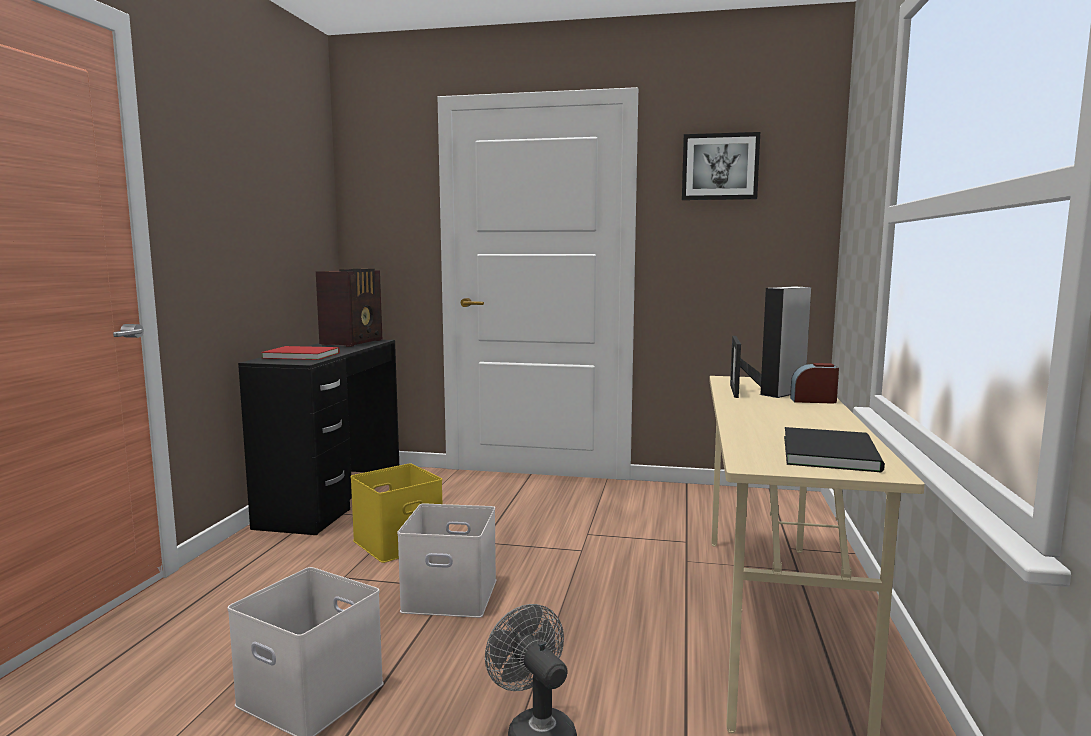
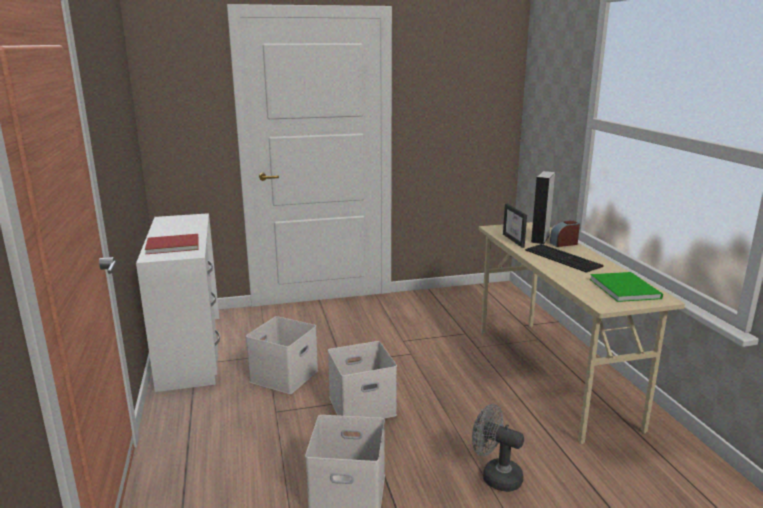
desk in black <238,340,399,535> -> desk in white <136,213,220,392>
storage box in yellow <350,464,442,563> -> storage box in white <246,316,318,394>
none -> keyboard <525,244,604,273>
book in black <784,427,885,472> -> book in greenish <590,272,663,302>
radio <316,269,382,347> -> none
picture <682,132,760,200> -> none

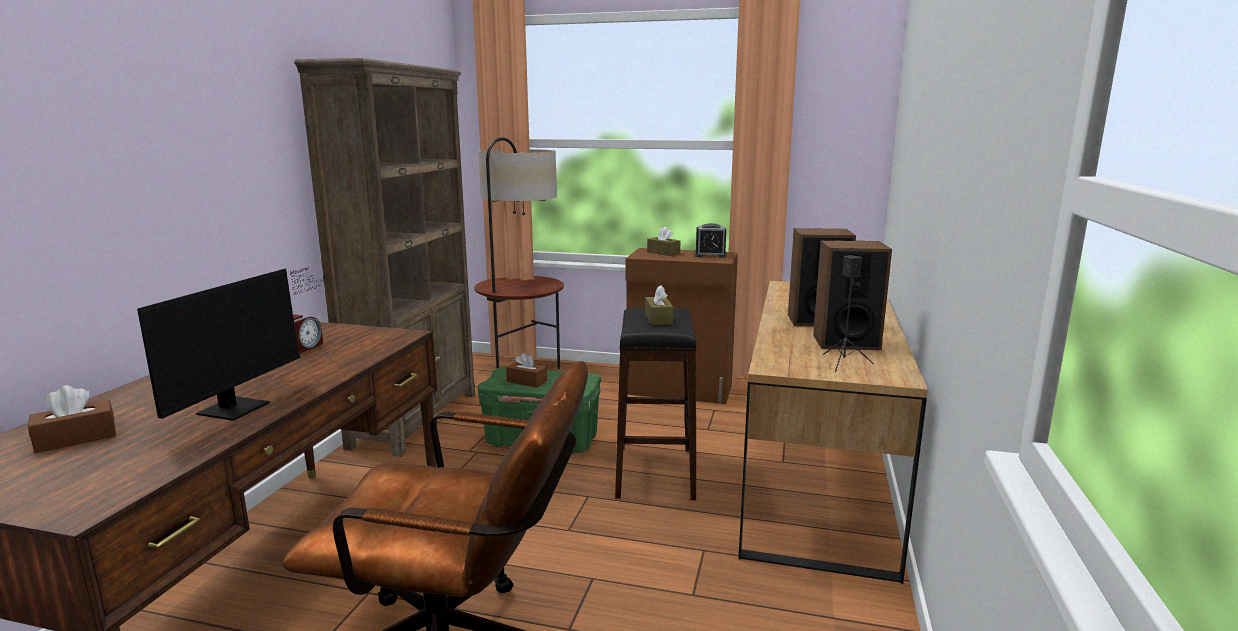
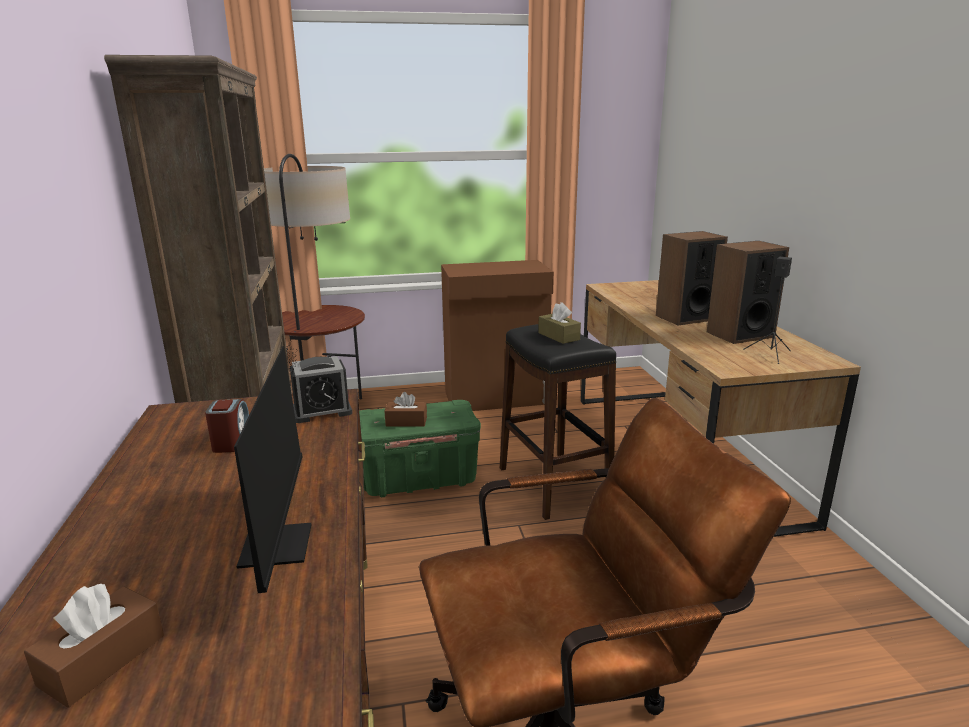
table clock <694,223,727,258> -> table clock <289,356,352,423>, moved
tissue box in brown <647,227,680,256> -> none

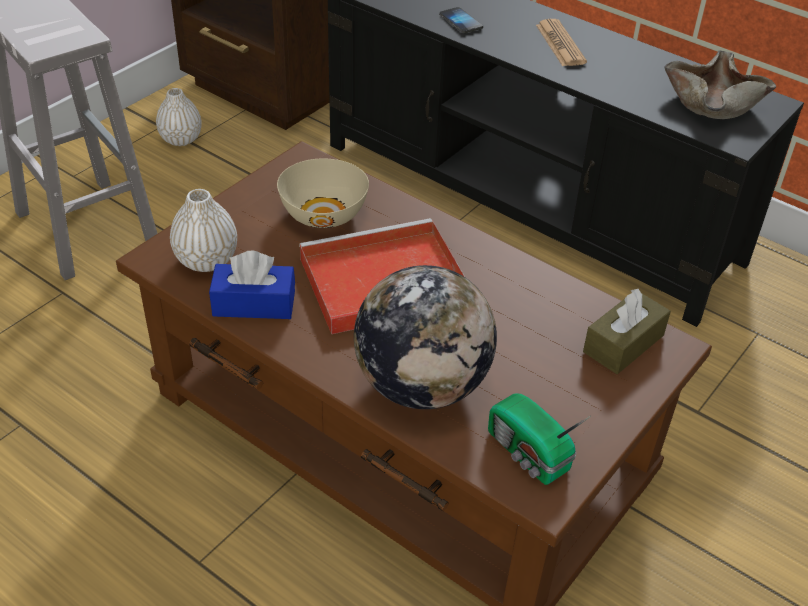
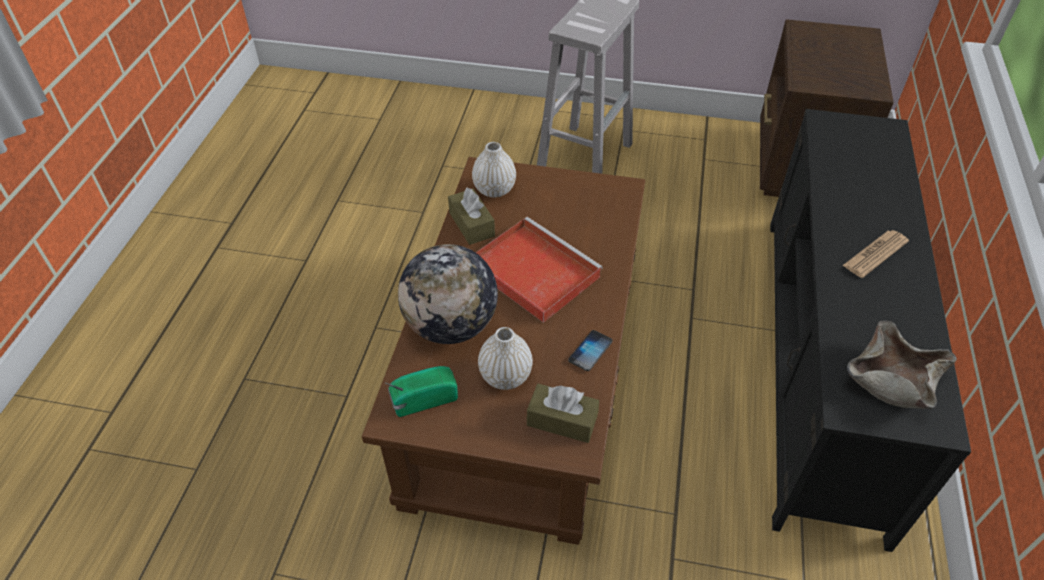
radio <488,394,591,485> -> radio <384,366,458,417>, 45 degrees clockwise
tissue box in blue <209,251,295,319> -> tissue box in brown <448,187,495,245>
decorative vase in white <156,88,202,146> -> decorative vase in white <478,327,533,390>, moved
handset <439,7,483,33> -> handset <568,330,613,371>, moved
deep dish in beige <277,159,369,228> -> none

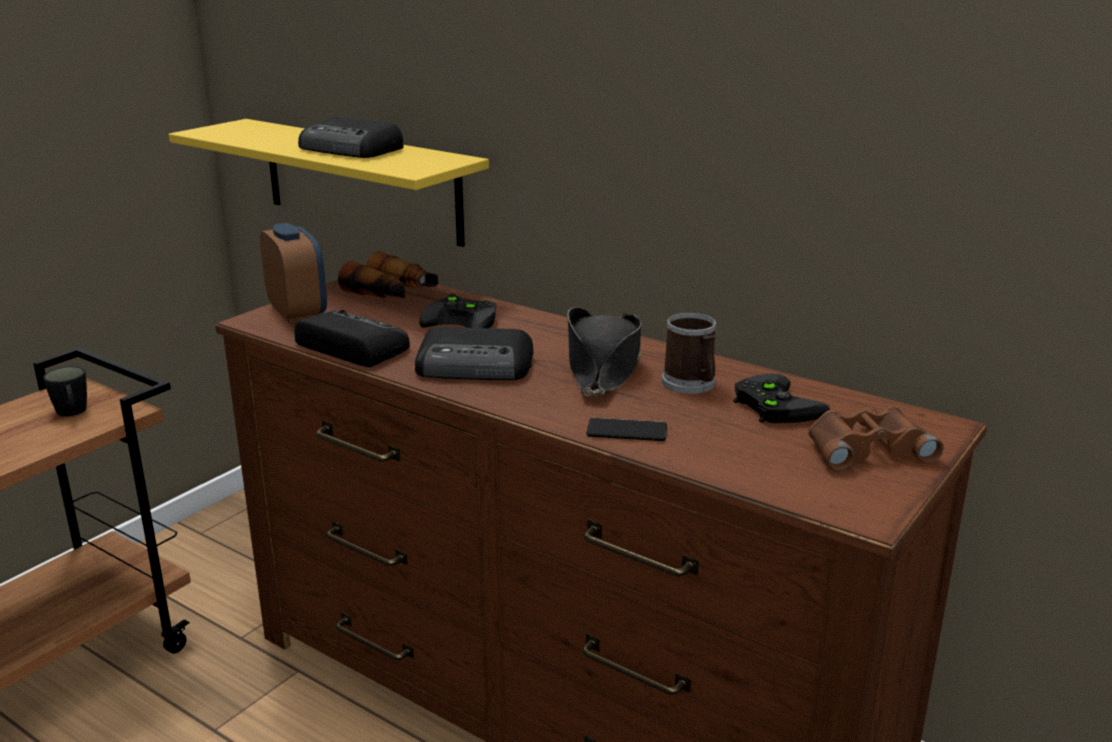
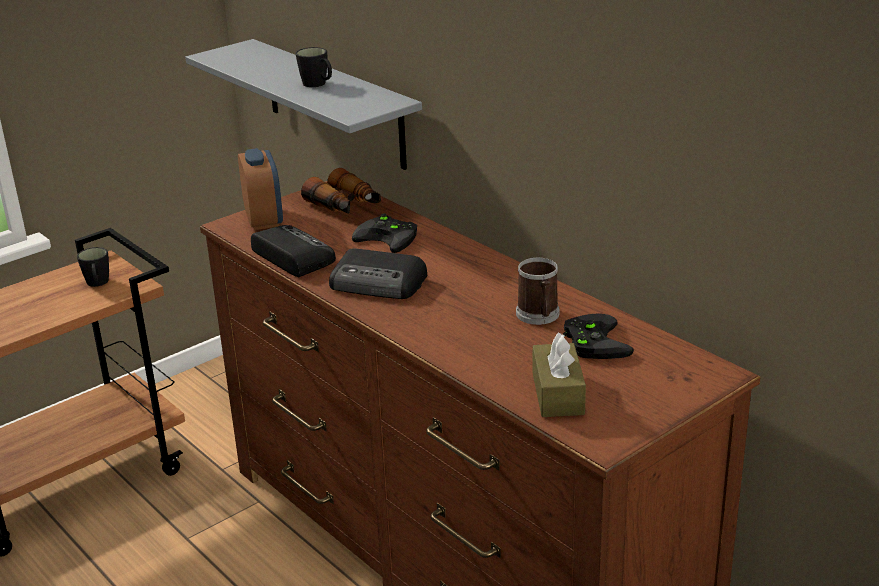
shelf in yellow <169,119,489,247> -> shelf in greyish <185,39,422,170>
radio <298,116,404,158> -> coffee mug in black <296,47,332,87>
none -> tissue box in brown <533,333,586,417>
wearable hat in black <568,307,642,396> -> none
handset <586,418,667,441> -> none
pair of binoculars in brown <808,406,944,471> -> none

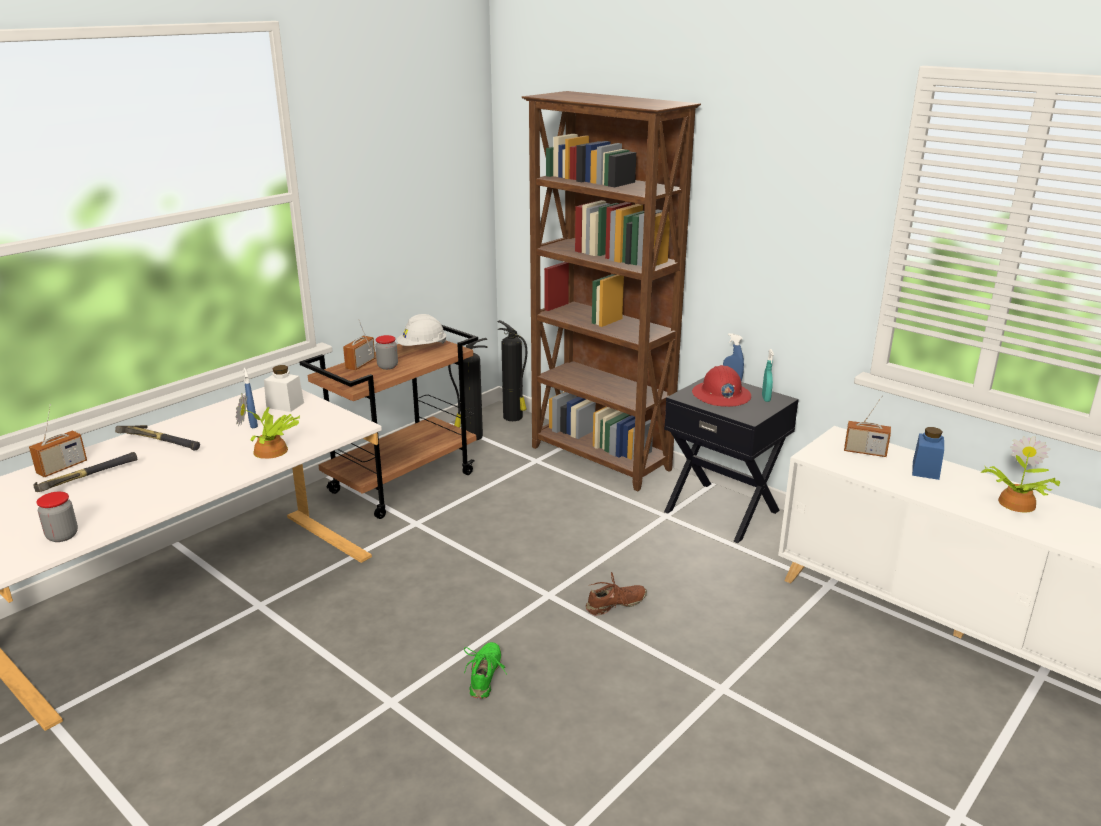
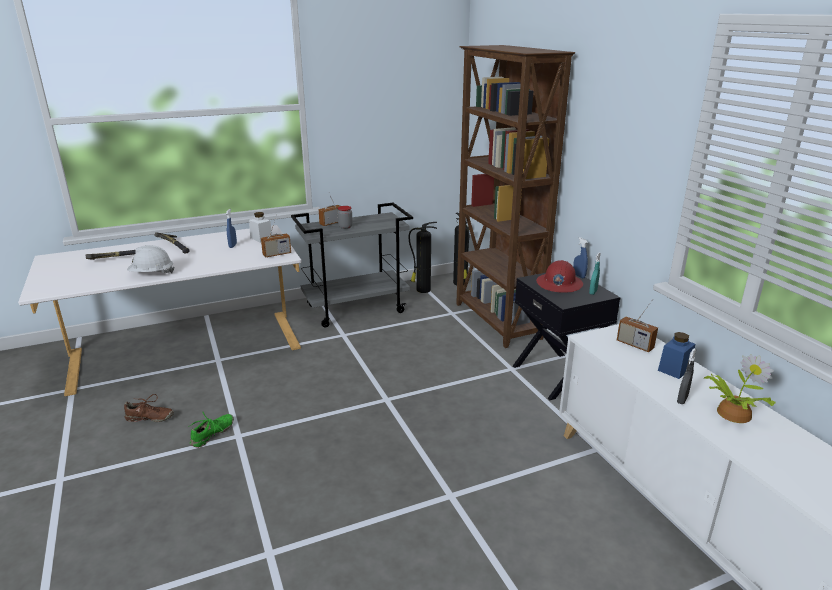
item of footwear in brown <586,572,647,615> -> item of footwear in brown <124,394,174,422>, moved
safety helmet in white <397,314,447,346> -> safety helmet in white <127,245,175,273>, moved
item of footwear in greenish <464,642,507,698> -> item of footwear in greenish <188,412,234,448>, moved
radio <29,404,87,477> -> radio <261,217,291,258>, moved
trolley in brown <300,325,478,519> -> trolley in greyish <291,203,413,328>
none -> hand sprayer in greyish <677,348,696,404>
storage jar <37,492,78,542> -> none
potted plant <235,393,300,459> -> none

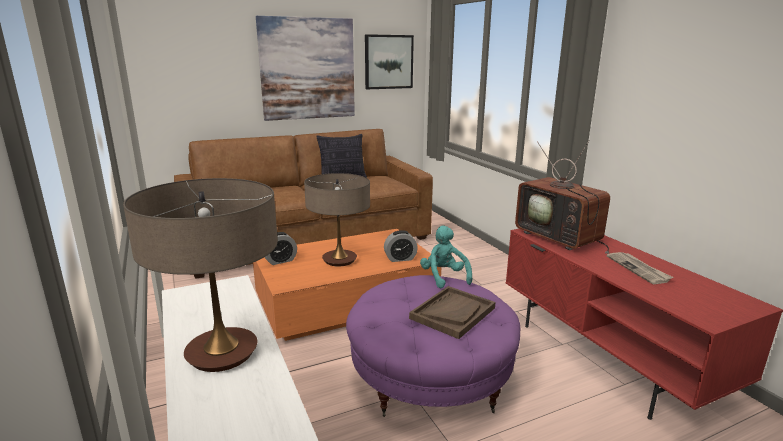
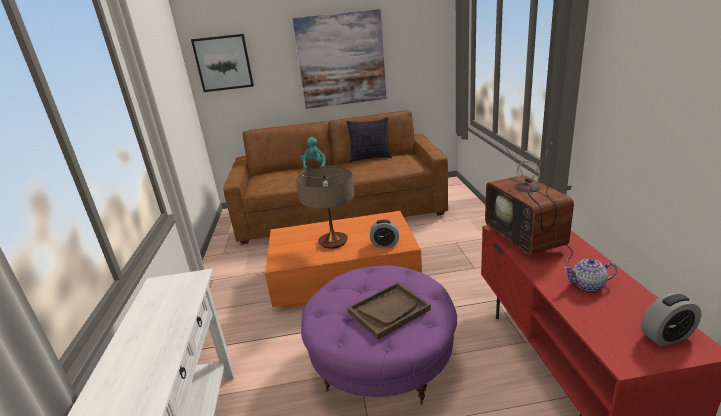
picture <365,34,414,89> -> picture <191,34,254,92>, moved
plush toy in turquoise-coloured <420,226,472,288> -> plush toy in turquoise-coloured <300,137,326,171>, moved
printed paper <607,252,673,284> -> tea pot <564,258,617,291>
table clock <265,232,297,265> -> table clock <641,293,702,346>, moved
tabletop lamp <123,178,278,372> -> none

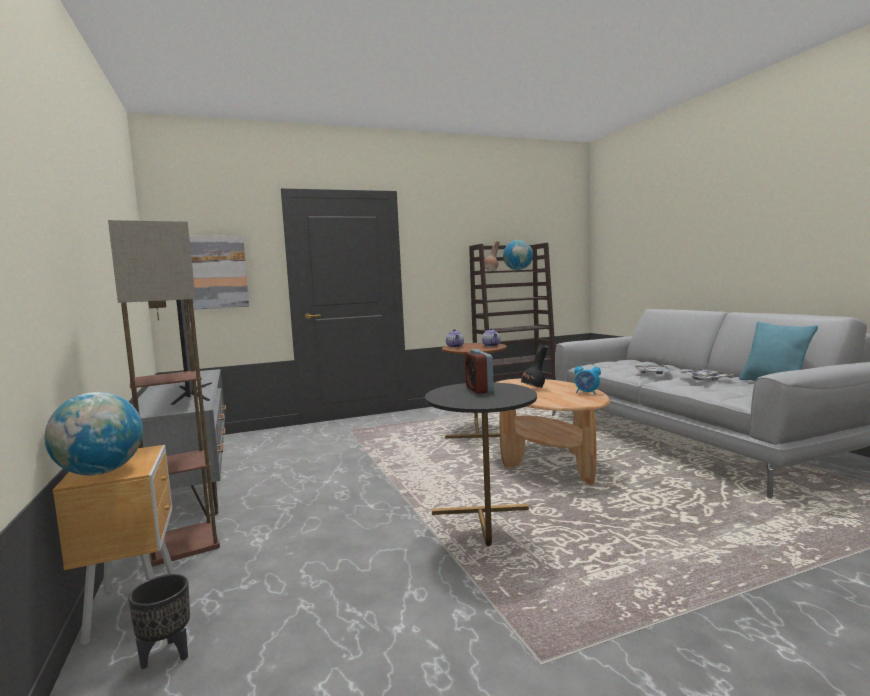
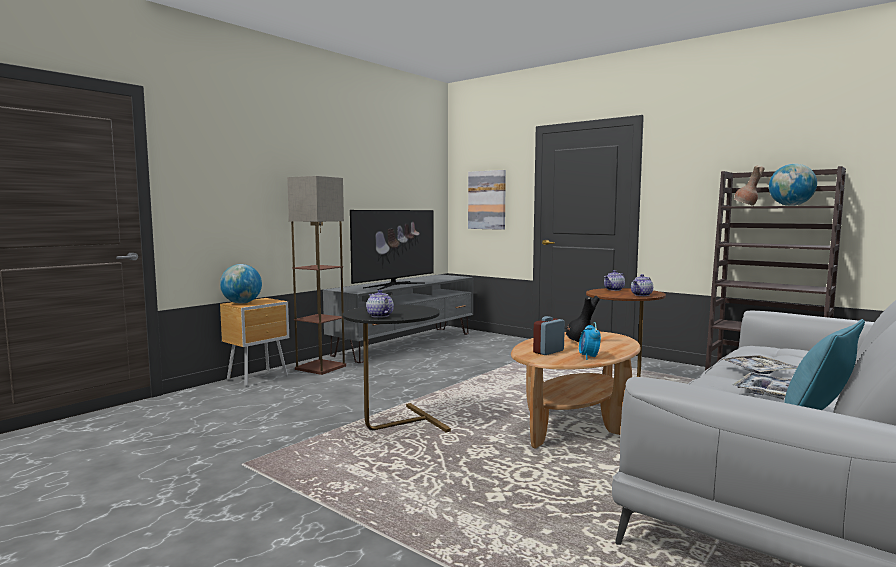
none -> tea pot <366,290,394,318>
table clock <465,349,494,394> -> table clock <533,316,565,355>, moved
flower pot in black <128,574,190,670> -> none

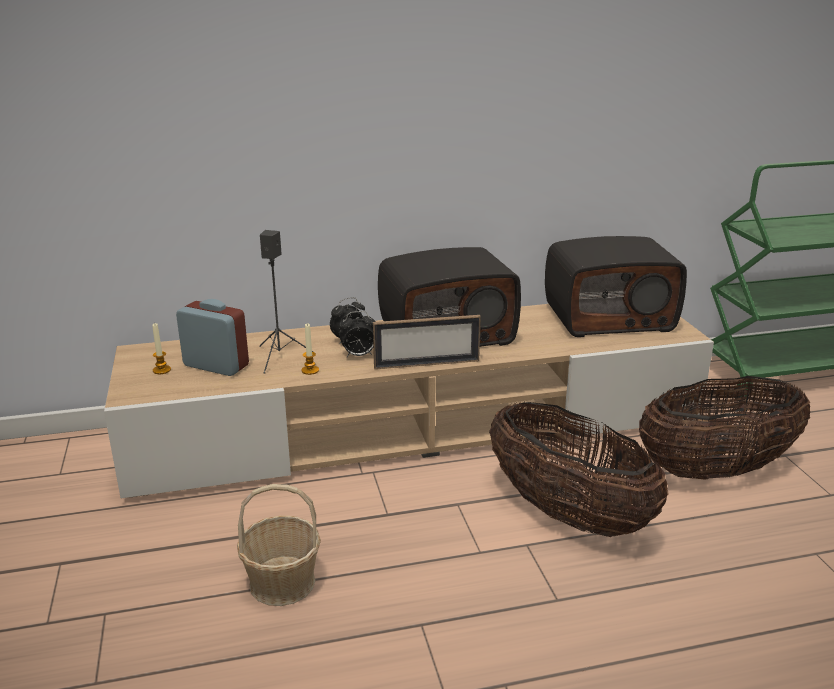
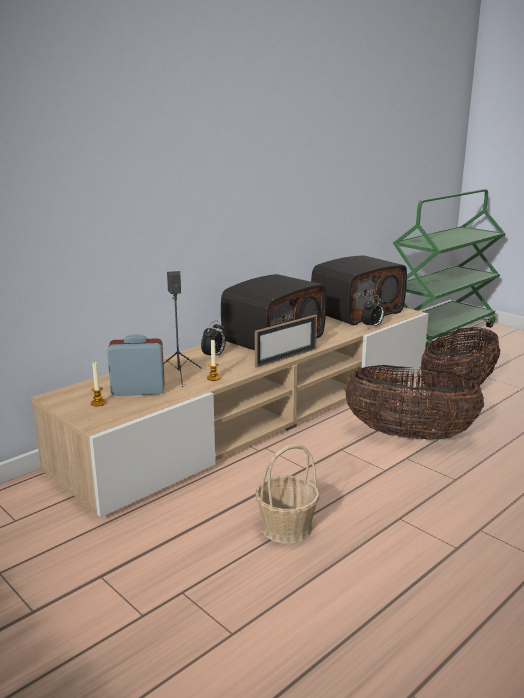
table clock <339,311,376,357> -> table clock <361,295,384,328>, moved

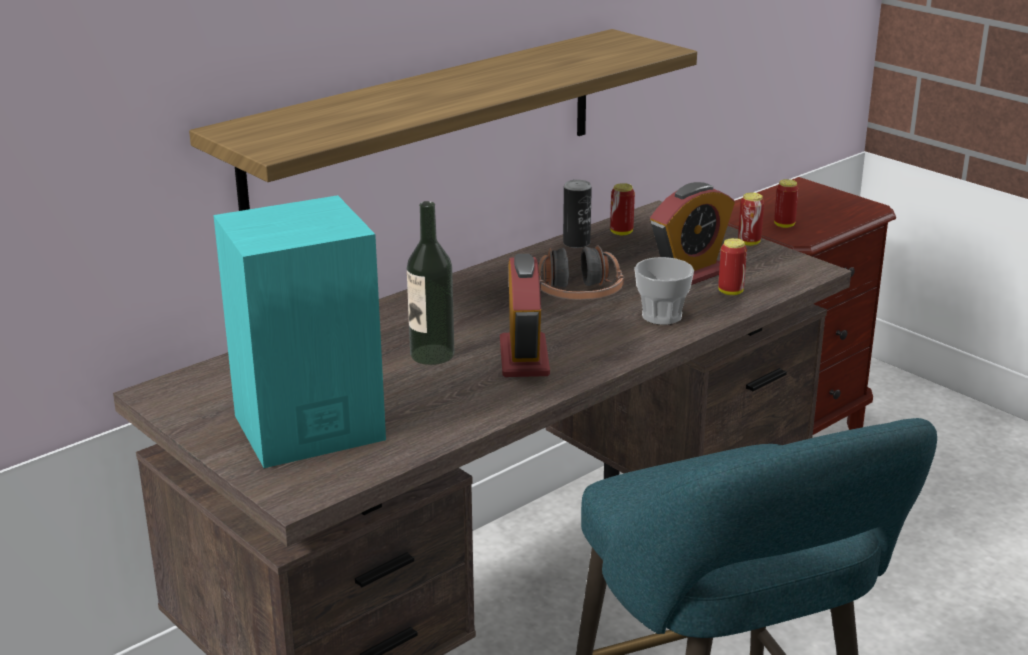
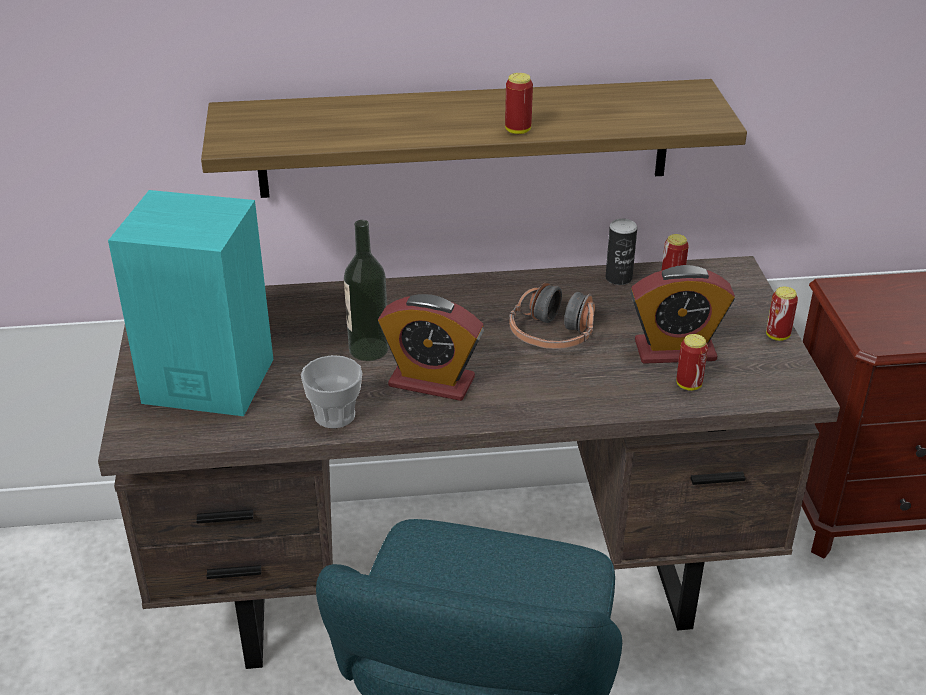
cup <634,257,694,325> -> cup <301,355,362,428>, moved
table clock <500,254,550,377> -> table clock <378,294,484,401>, 75 degrees clockwise
metal can <774,179,799,228> -> metal can <505,73,533,134>, moved

